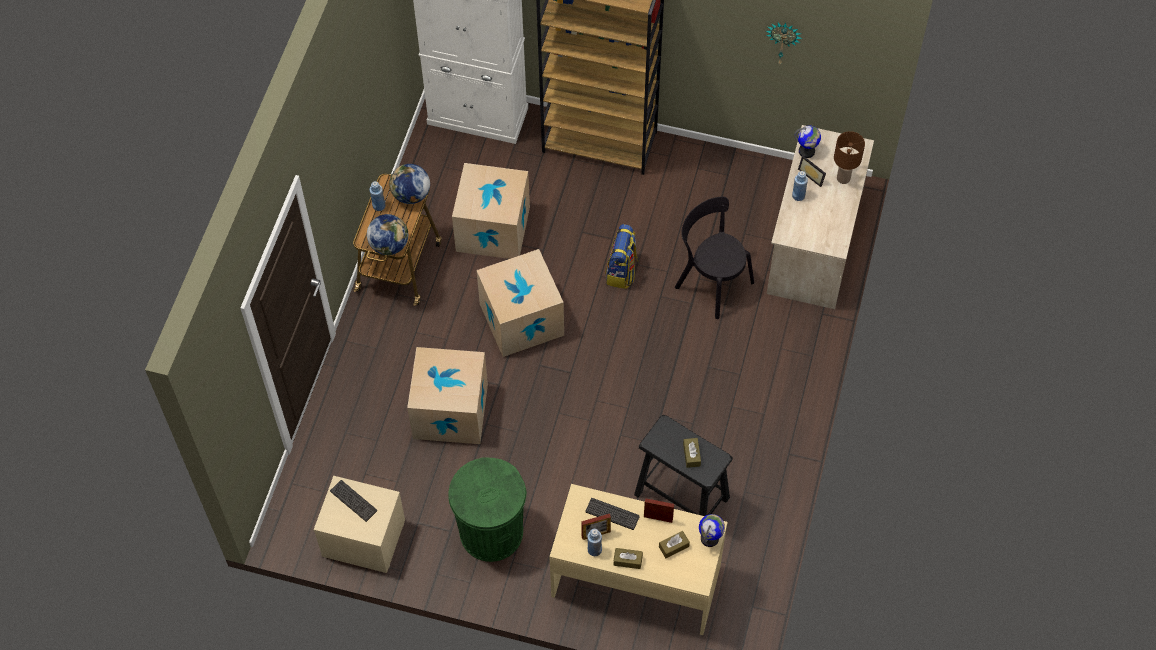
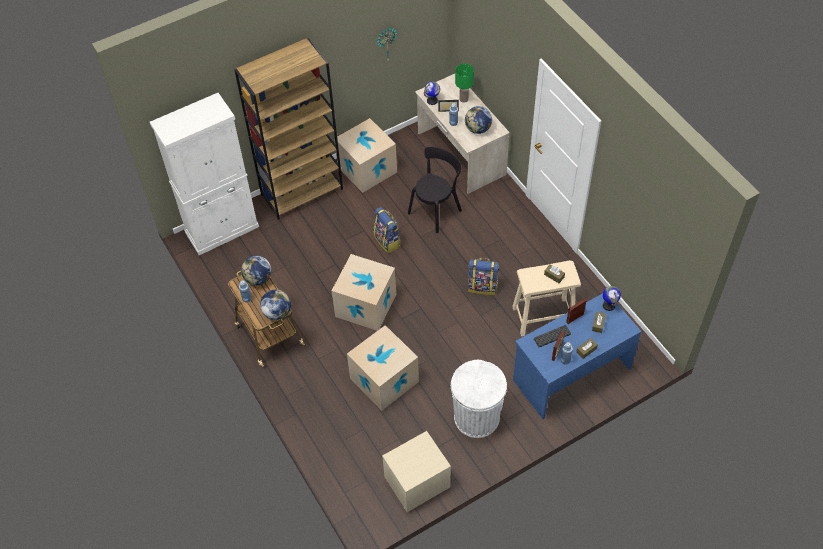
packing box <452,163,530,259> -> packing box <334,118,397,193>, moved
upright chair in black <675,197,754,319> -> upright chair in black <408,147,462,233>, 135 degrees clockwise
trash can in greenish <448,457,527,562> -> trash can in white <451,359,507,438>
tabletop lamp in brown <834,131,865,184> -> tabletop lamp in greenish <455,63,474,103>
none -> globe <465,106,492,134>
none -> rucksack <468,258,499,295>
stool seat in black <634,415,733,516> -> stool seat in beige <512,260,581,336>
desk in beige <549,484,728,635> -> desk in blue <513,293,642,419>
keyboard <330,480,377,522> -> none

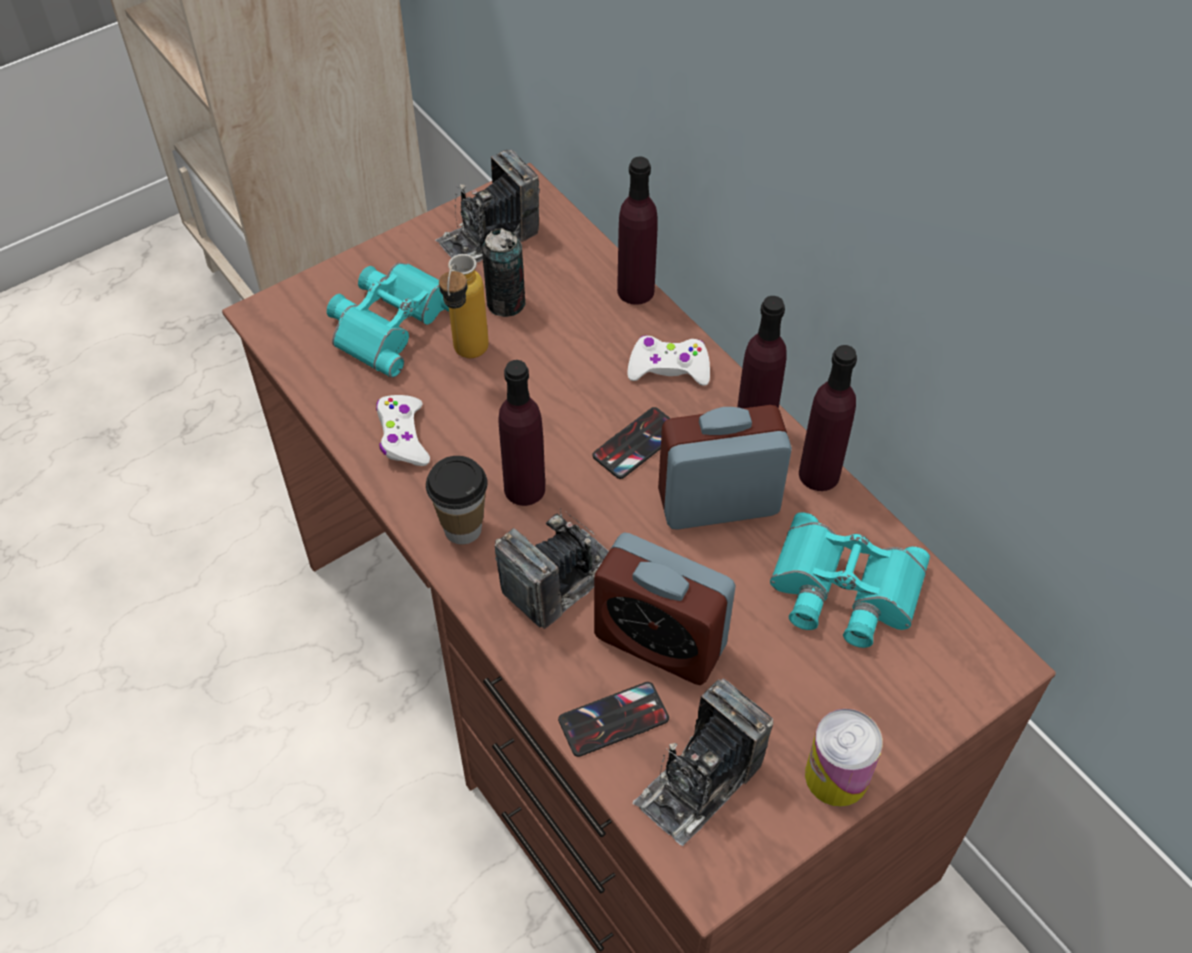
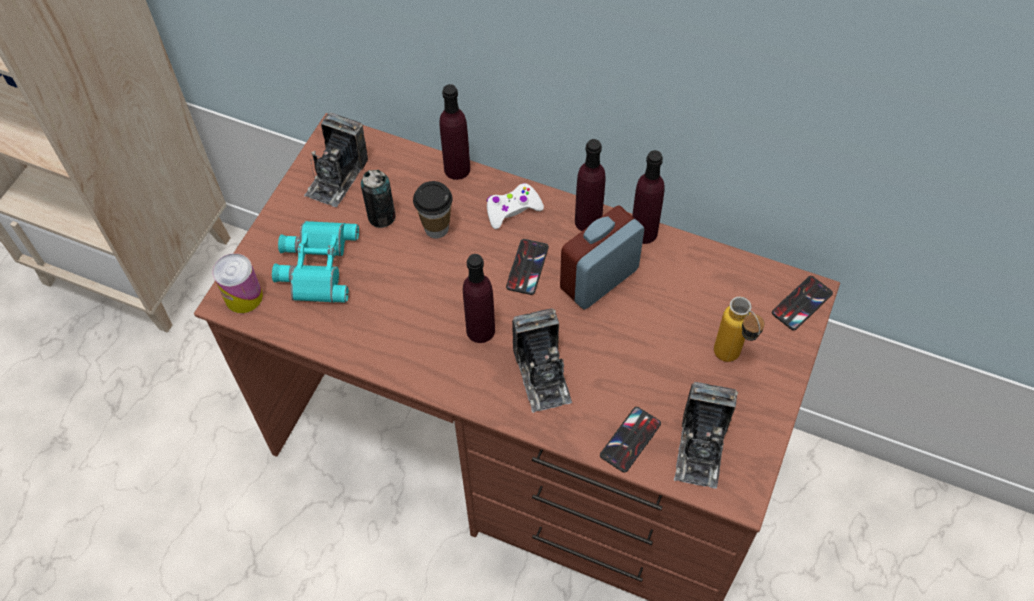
metal can <805,709,883,807> -> metal can <213,253,263,313>, moved
cup <426,456,488,545> -> cup <413,181,453,238>, moved
still camera <495,509,609,629> -> still camera <512,308,572,413>, 150 degrees clockwise
bottle <439,254,489,358> -> bottle <714,297,765,362>, moved
none -> handset <772,276,833,330>
gamepad in white <376,395,430,466> -> none
table clock <594,532,735,685> -> none
pair of binoculars in turquoise-coloured <770,512,930,648> -> none

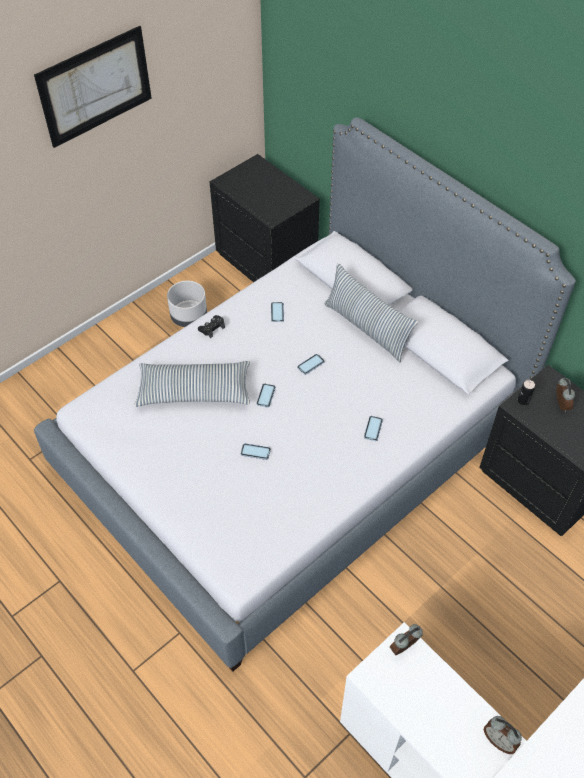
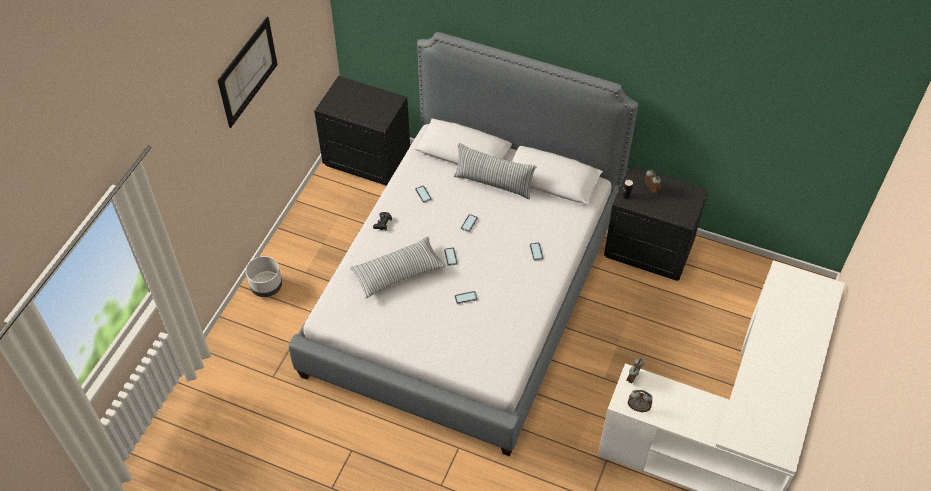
flower pot in greyish <167,281,207,327> -> flower pot in greyish <246,256,282,297>, moved
table clock <484,716,522,754> -> table clock <628,390,652,412>, moved

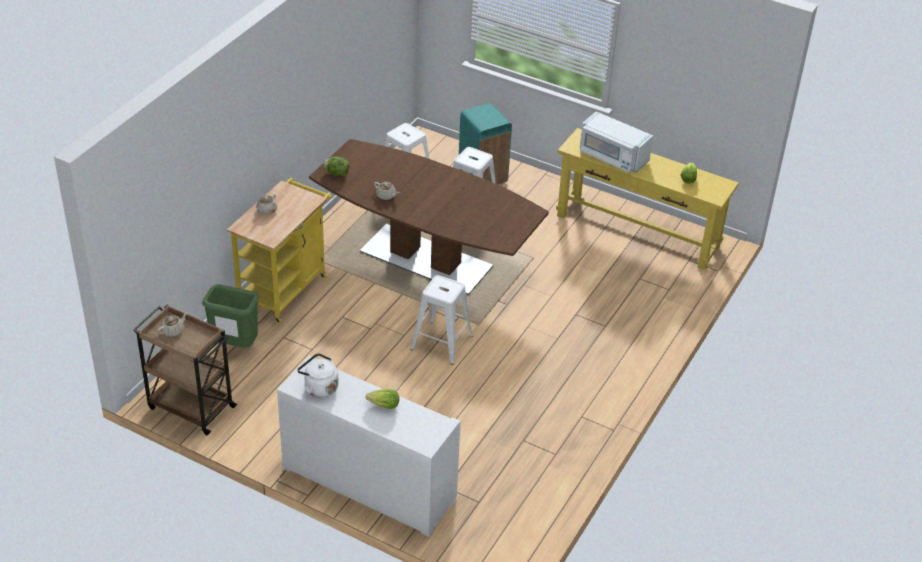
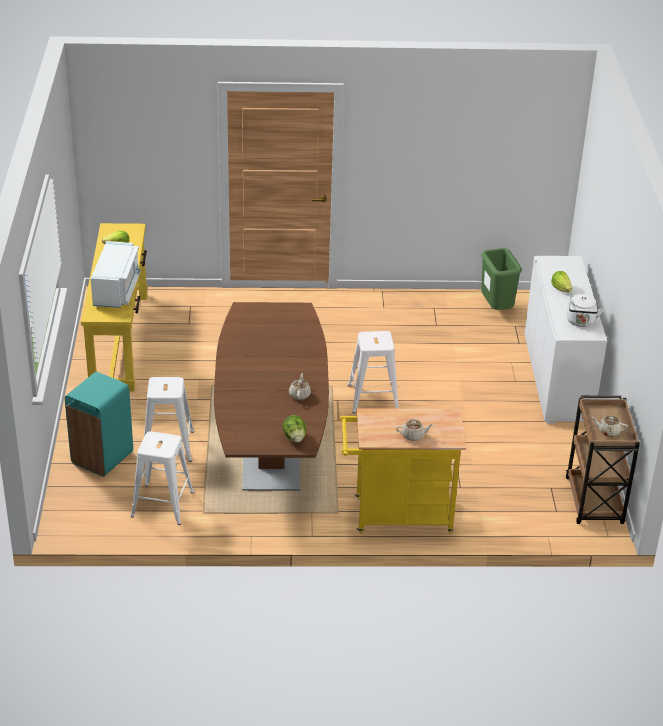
trash can in greenish <202,284,259,348> -> trash can in greenish <481,248,522,310>, moved

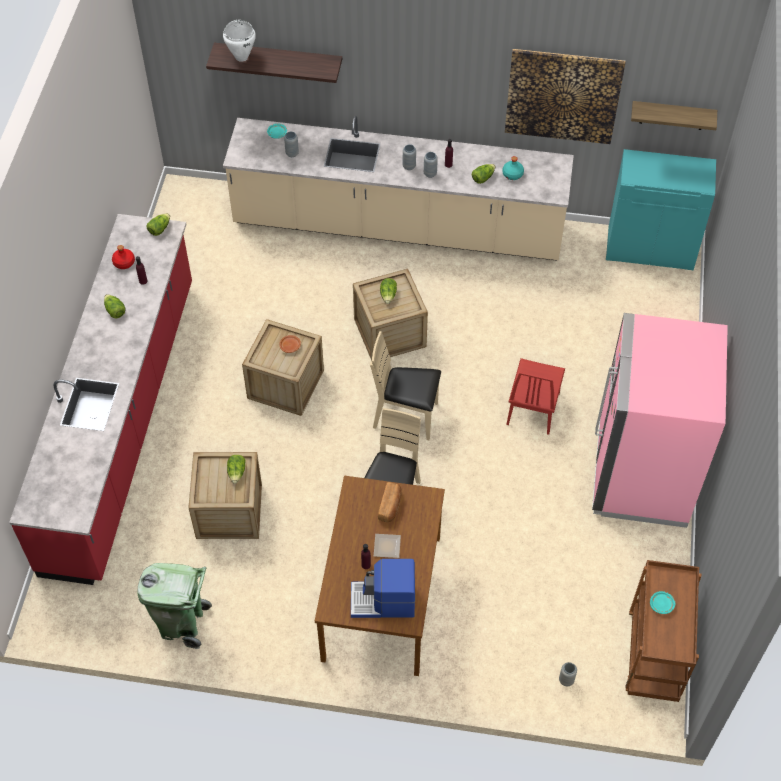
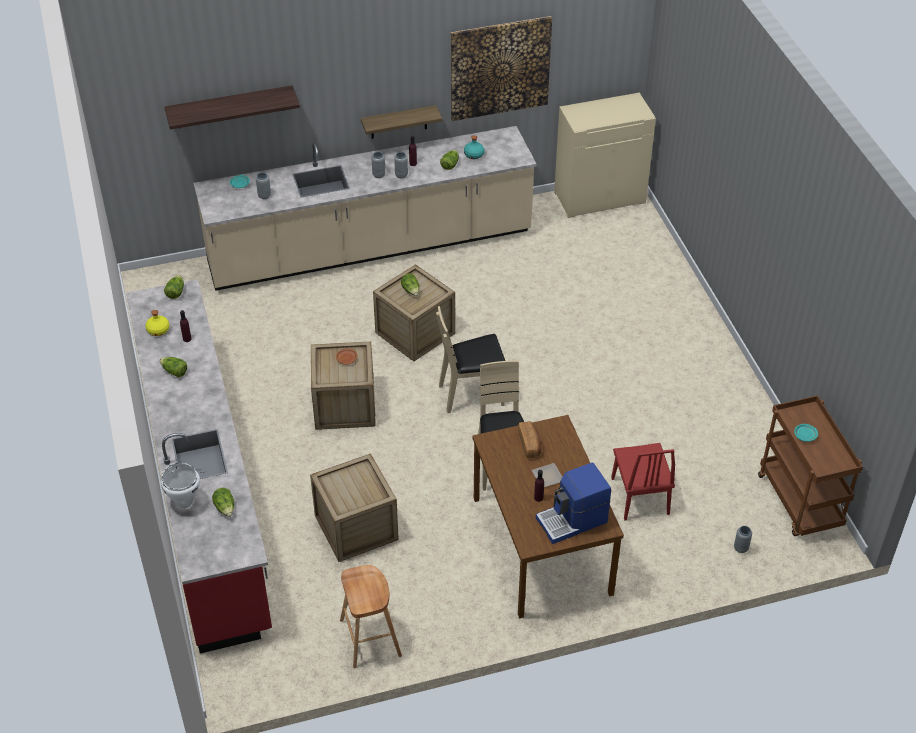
bottle in red-coloured <112,245,135,269> -> bottle in yellow <146,310,169,336>
stockpot in white <223,20,256,62> -> stockpot in white <161,463,200,508>, moved
lettuce head <227,455,246,484> -> lettuce head <212,488,234,517>, moved
trash can in greenish <137,563,212,649> -> stool seat in brown <340,565,402,668>
shelf <631,101,717,130> -> shelf <361,105,442,139>, moved
cabinet in turquoise-coloured <606,149,716,270> -> cabinet in beige <554,93,656,218>
upright chair in red-coloured <506,358,565,435> -> upright chair in red-coloured <611,443,675,521>, moved
kitchen fridge in pink <592,313,728,528> -> none

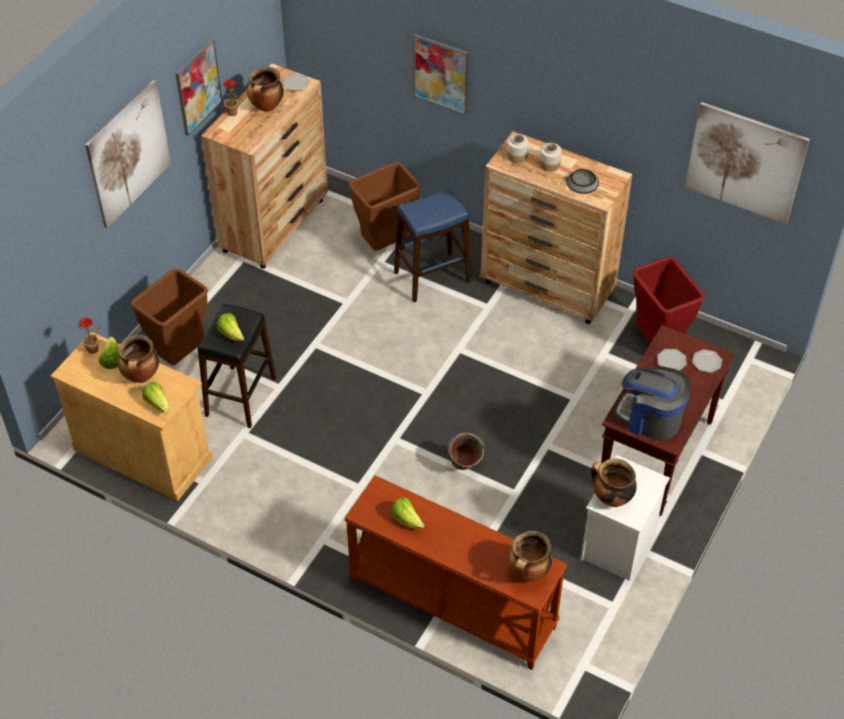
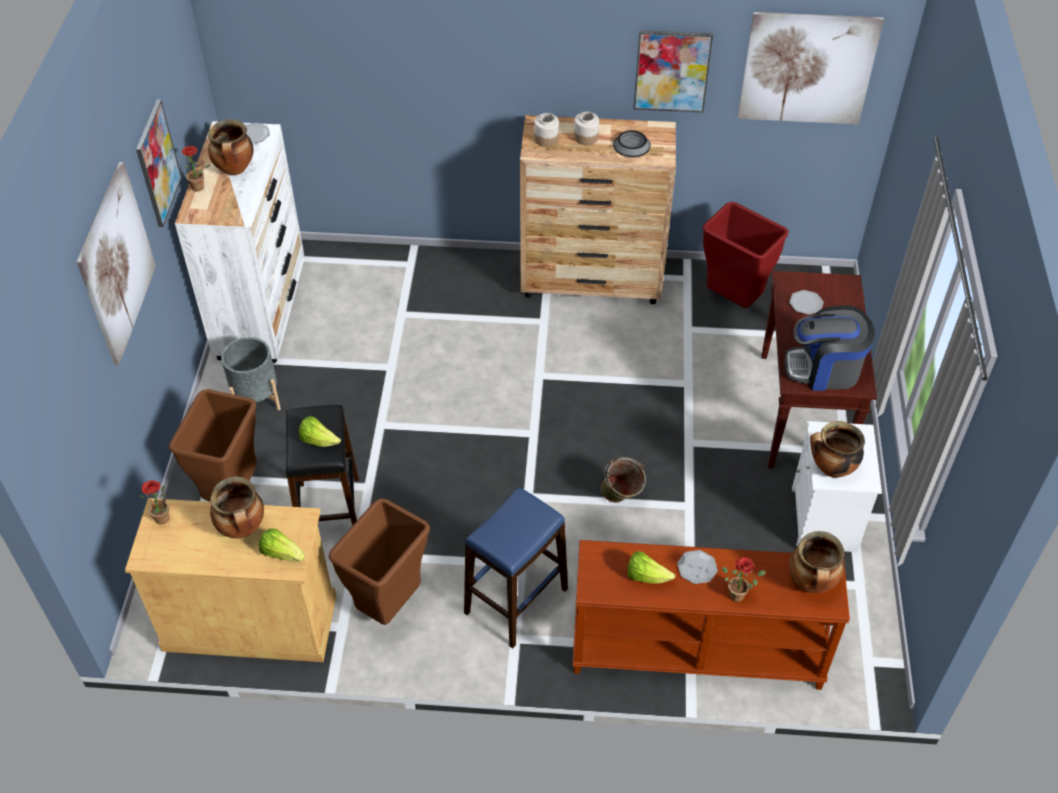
chest of drawers in brown <201,63,328,269> -> chest of drawers in white <175,121,305,363>
none -> flower pot in greyish <221,337,281,410>
trash can in brown <348,162,421,251> -> trash can in brown <328,498,430,625>, moved
stool seat in blue <394,188,471,302> -> stool seat in blue <464,487,568,649>, moved
picture <414,34,469,115> -> picture <633,30,713,113>, moved
flat dish <692,349,722,373> -> flat dish <677,550,718,584>, moved
none -> potted plant <722,557,766,602>
lettuce head <99,337,119,369> -> none

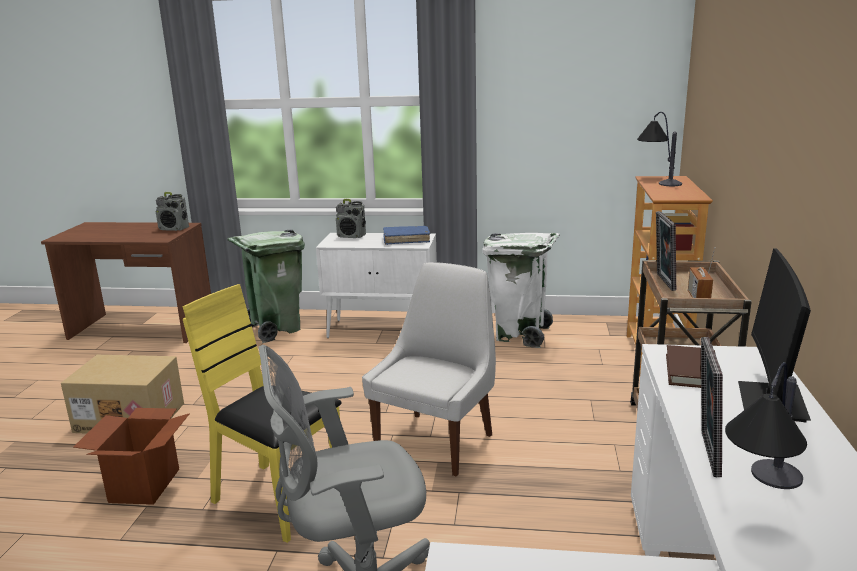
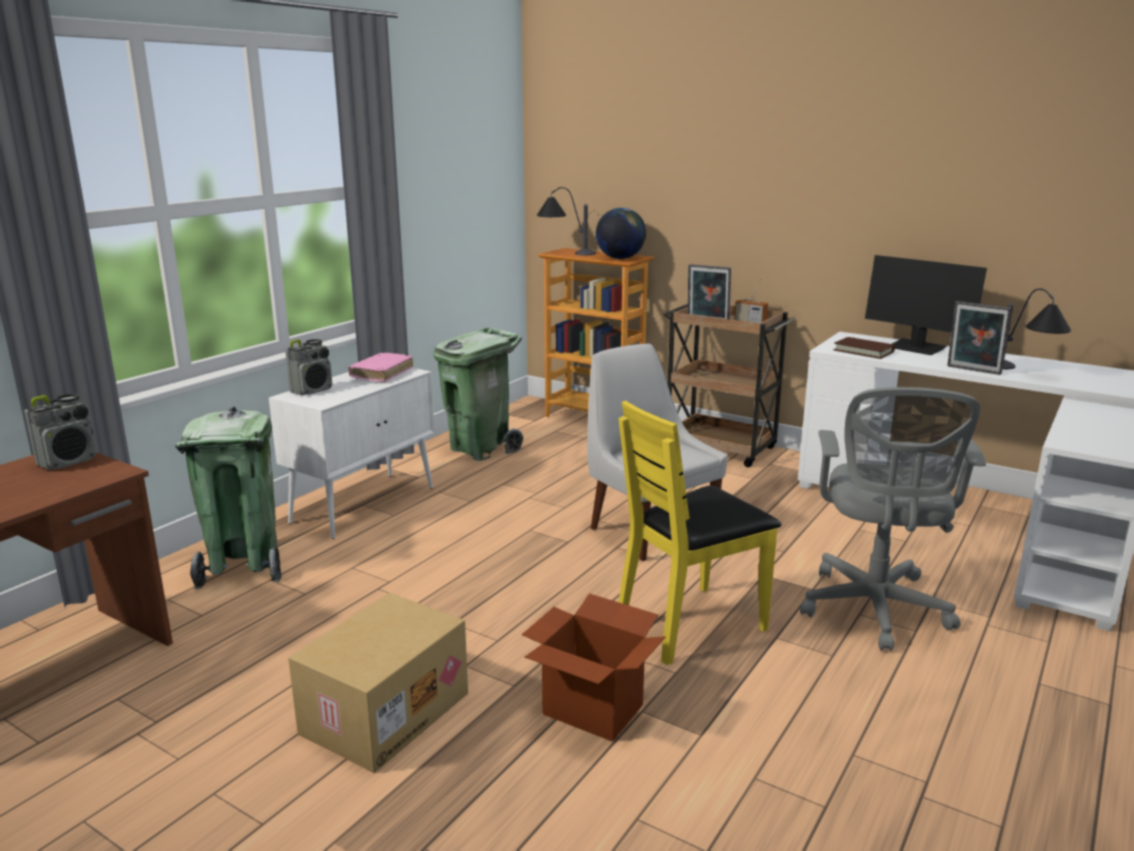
book in blue <383,226,430,245> -> book in pink <348,353,413,382>
trash can in white <482,233,560,348> -> trash can in greenish <434,328,523,461>
none -> globe <596,208,646,259>

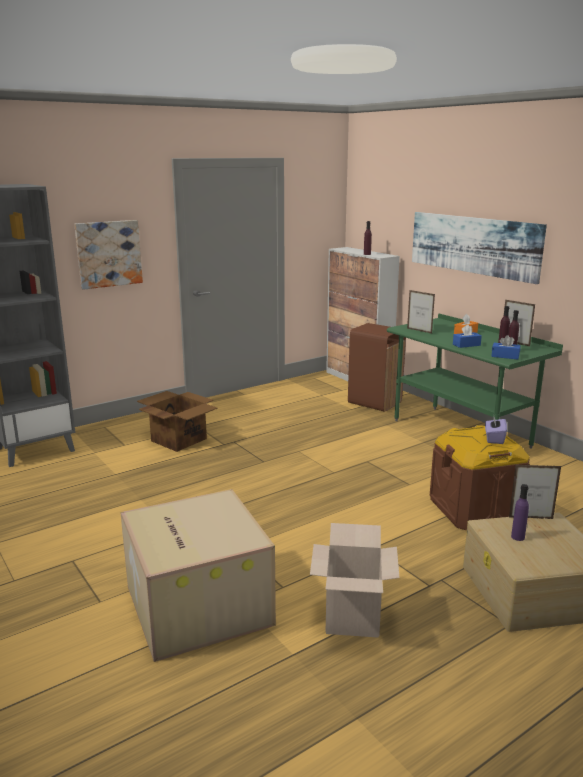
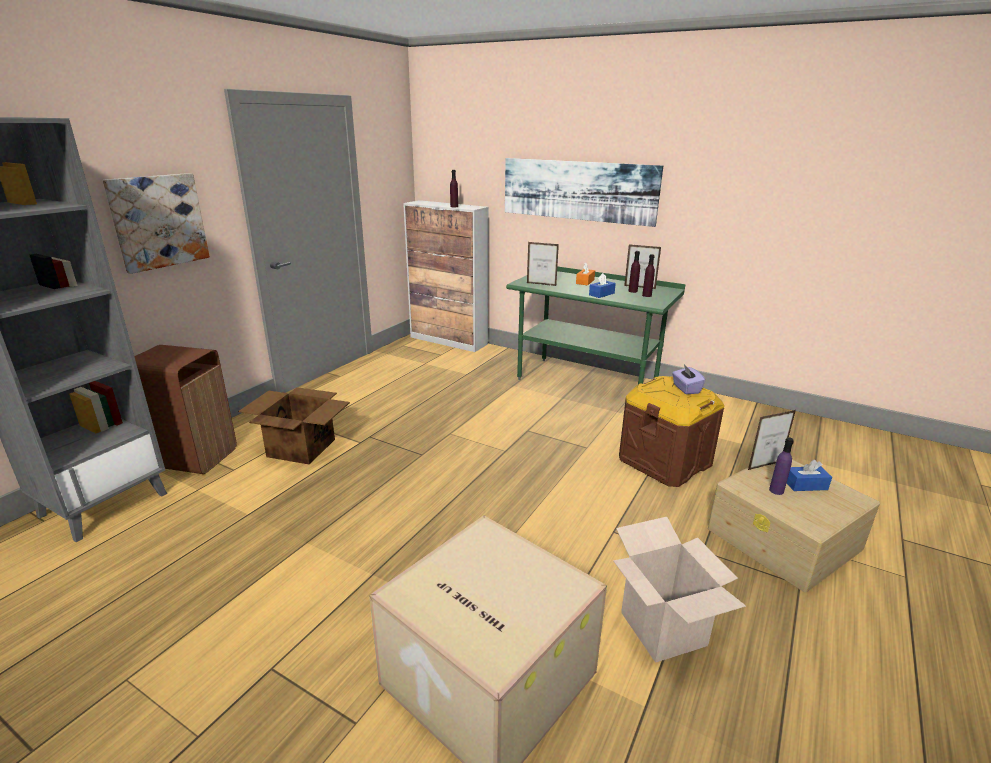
trash can in brown <348,323,406,412> -> trash can in brown <134,345,237,474>, moved
tissue box in blue <491,335,520,360> -> tissue box in blue <787,460,832,491>, moved

